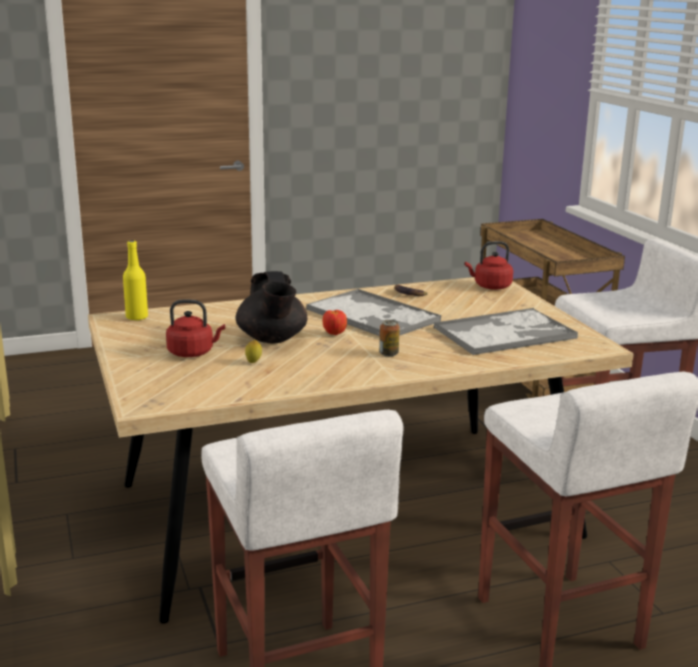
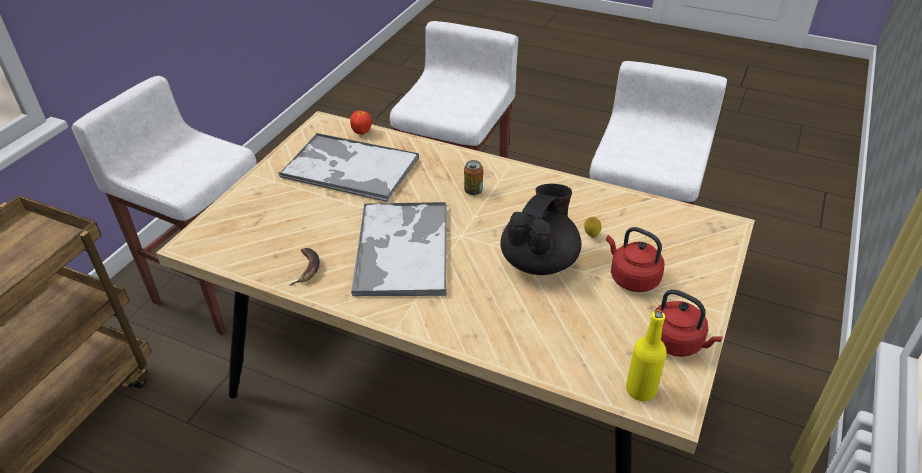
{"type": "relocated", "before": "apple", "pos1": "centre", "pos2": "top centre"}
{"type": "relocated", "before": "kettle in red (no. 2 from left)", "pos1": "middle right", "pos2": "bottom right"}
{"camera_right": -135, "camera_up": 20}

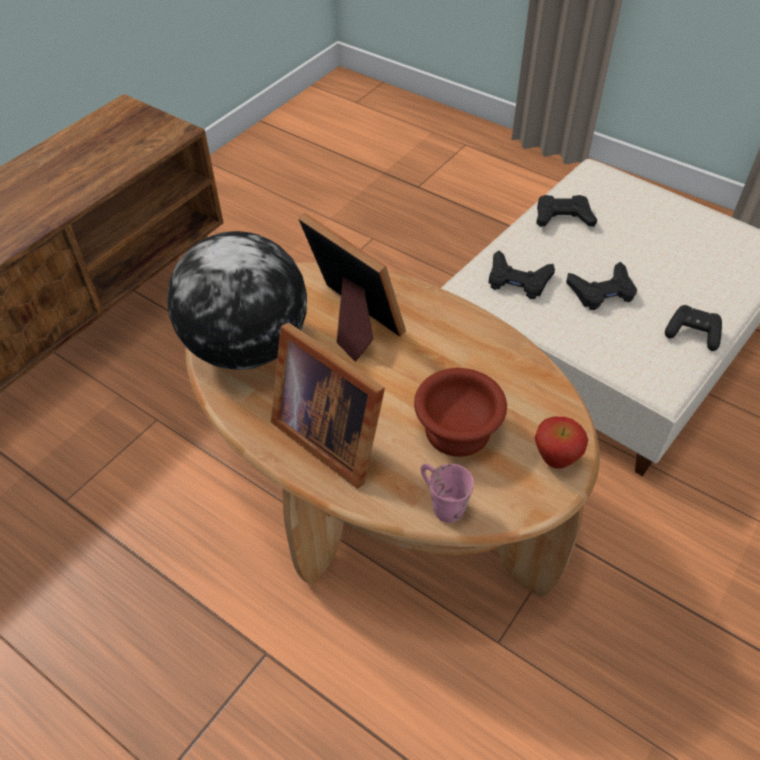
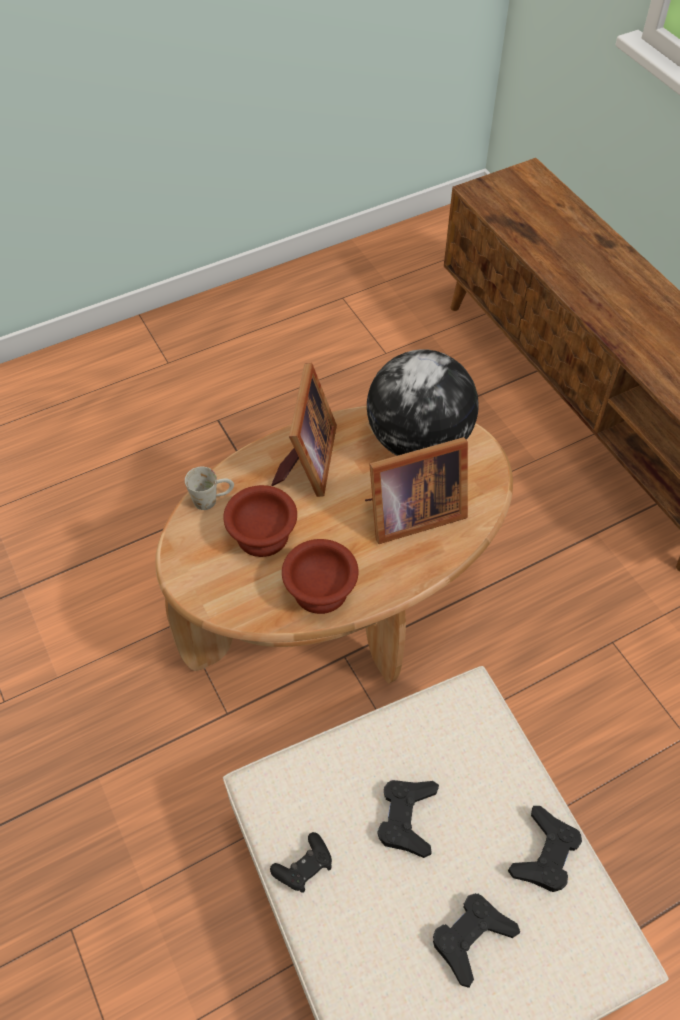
{"type": "missing", "before": "apple", "pos1": "middle right"}
{"type": "appeared", "after": "bowl in brown (no. 2 from left)", "pos2": "centre"}
{"type": "relocated", "before": "game controller in black (no. 1 from left in the first image)", "after": "game controller in black (no. 3 from left)", "pos1": "middle right", "pos2": "bottom right"}
{"type": "colour", "before": "mug in pink", "after": "mug in white", "pos1": "centre", "pos2": "middle left"}
{"type": "spun", "before": "picture frame (no. 1 from left)", "pos1": "centre", "pos2": "centre", "turn": 120}
{"camera_right": 115, "camera_up": 5}

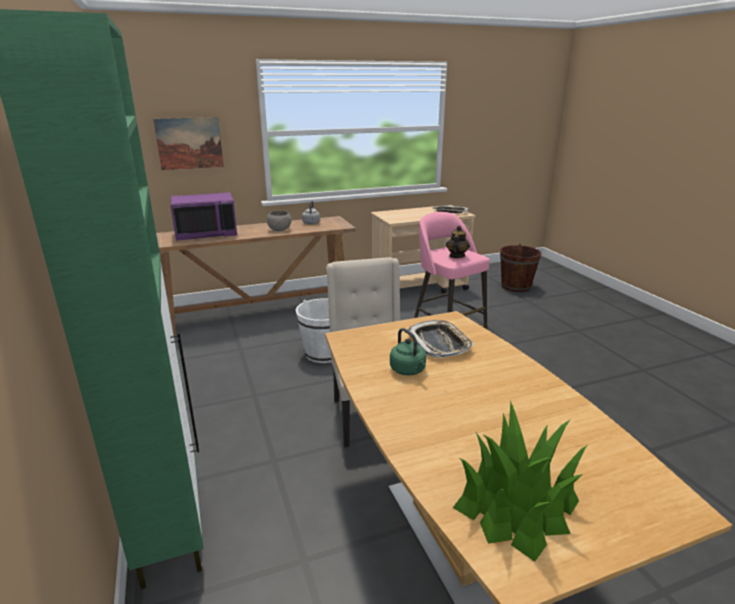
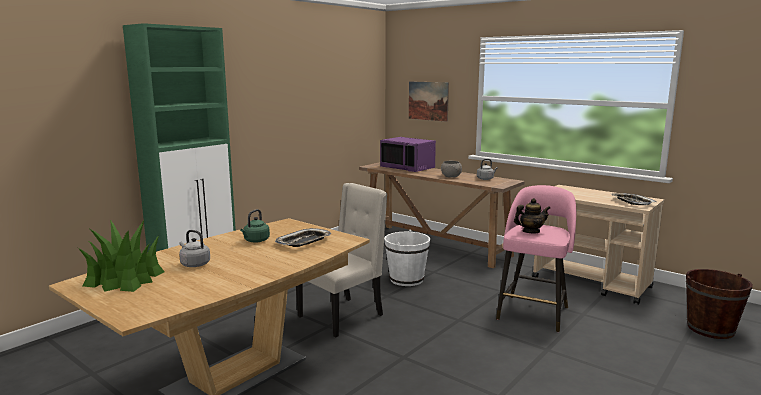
{"type": "appeared", "after": "kettle in grey (no. 1 from left)", "pos2": "middle left"}
{"camera_right": 60, "camera_up": -10}

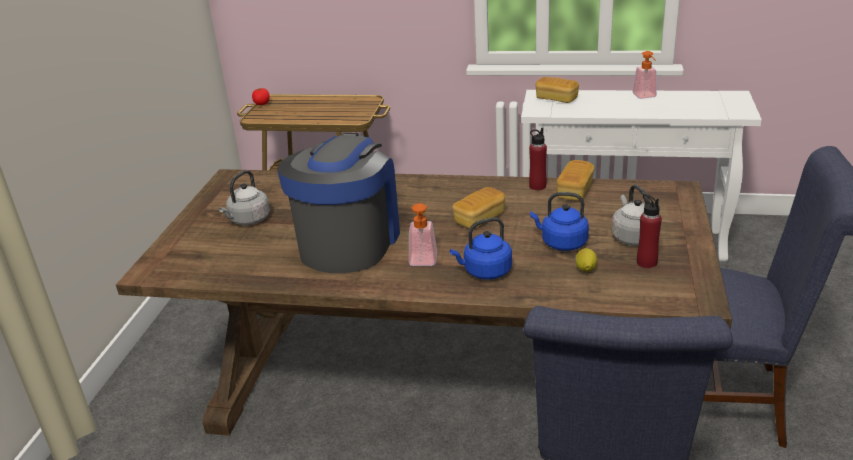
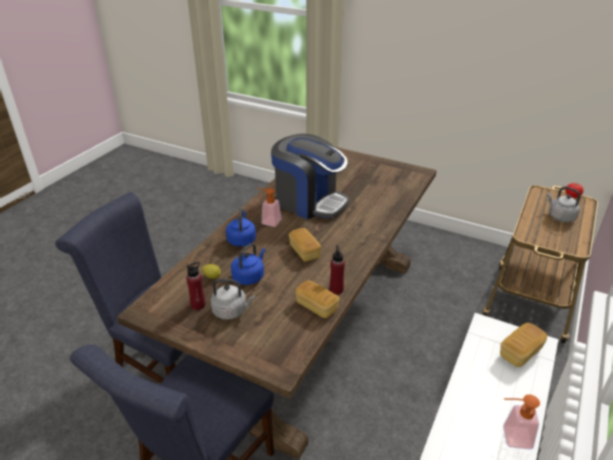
{"type": "relocated", "before": "kettle in grey (no. 1 from left in the first image)", "after": "kettle in grey (no. 2 from left)", "pos1": "middle left", "pos2": "middle right"}
{"camera_right": 105, "camera_up": 5}

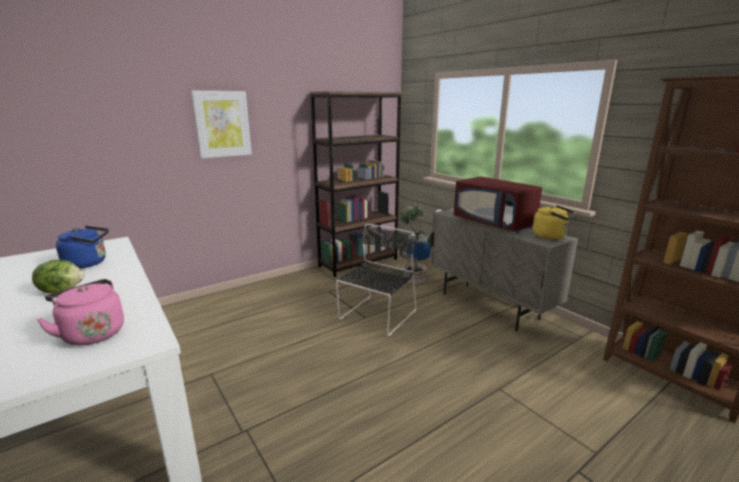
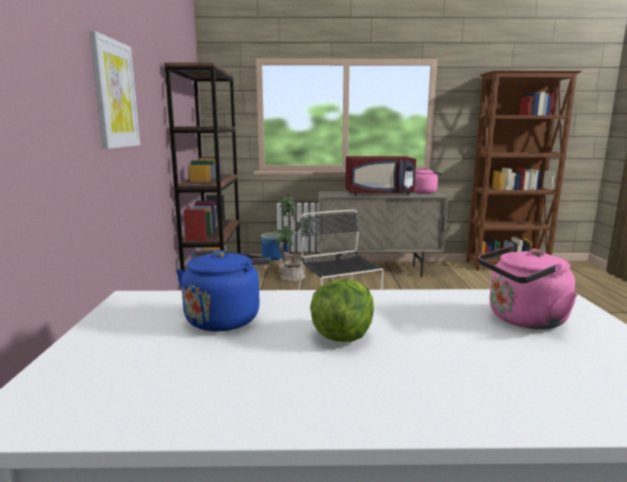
{"type": "colour", "before": "kettle in yellow", "after": "kettle in pink (no. 1 from left)", "pos1": "middle right", "pos2": "middle right"}
{"camera_right": -55, "camera_up": -5}

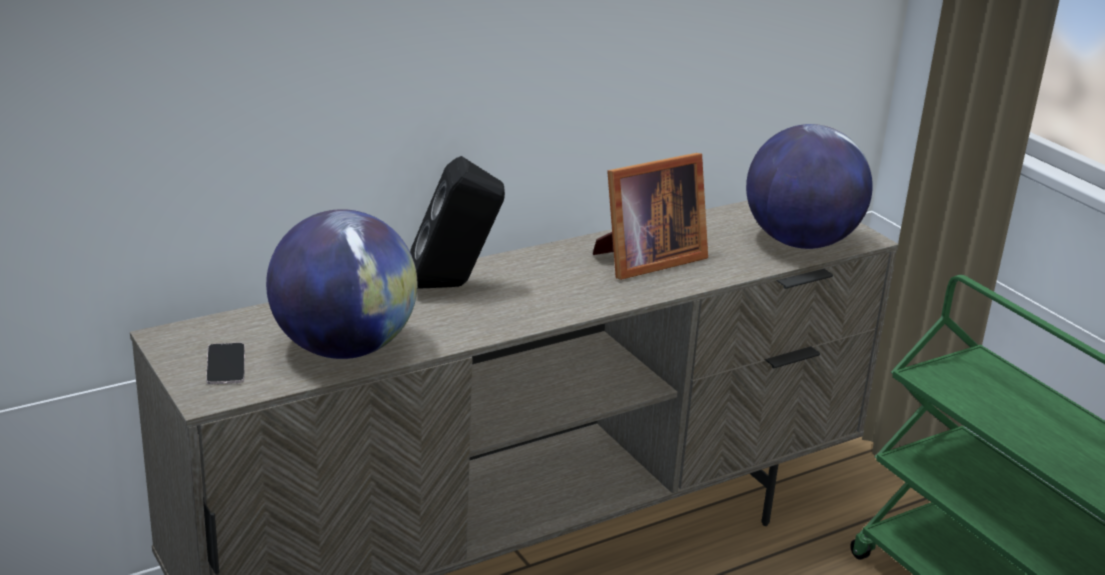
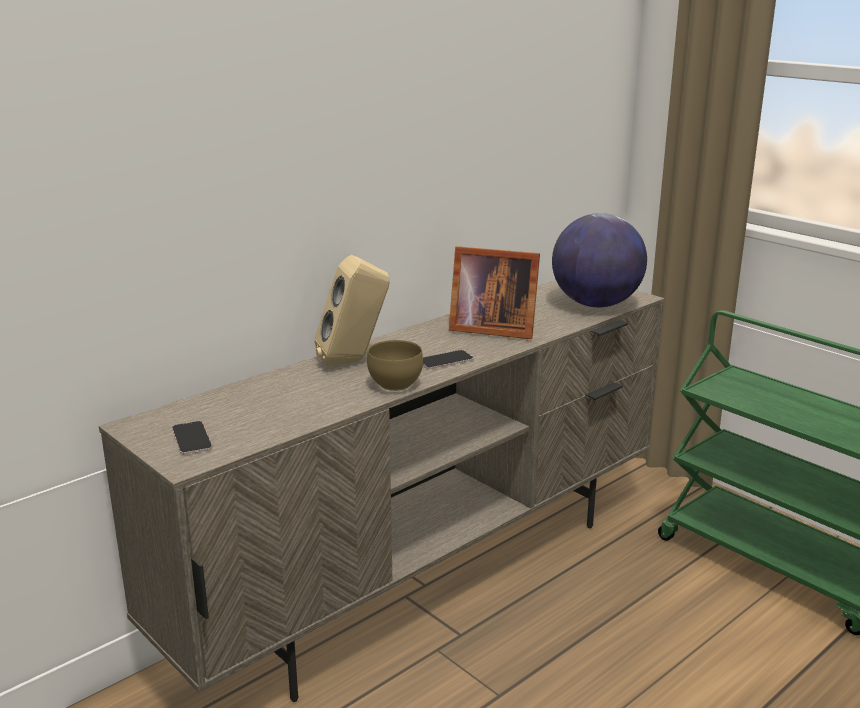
{"type": "missing", "before": "globe (no. 1 from left)", "pos1": "middle left"}
{"type": "appeared", "after": "bowl in brown", "pos2": "centre"}
{"type": "appeared", "after": "phone (no. 2 from left)", "pos2": "centre"}
{"type": "colour", "before": "speaker in black", "after": "speaker in beige", "pos1": "centre", "pos2": "centre"}
{"type": "spun", "before": "picture frame", "pos1": "centre", "pos2": "centre", "turn": 60}
{"camera_right": -10, "camera_up": -5}

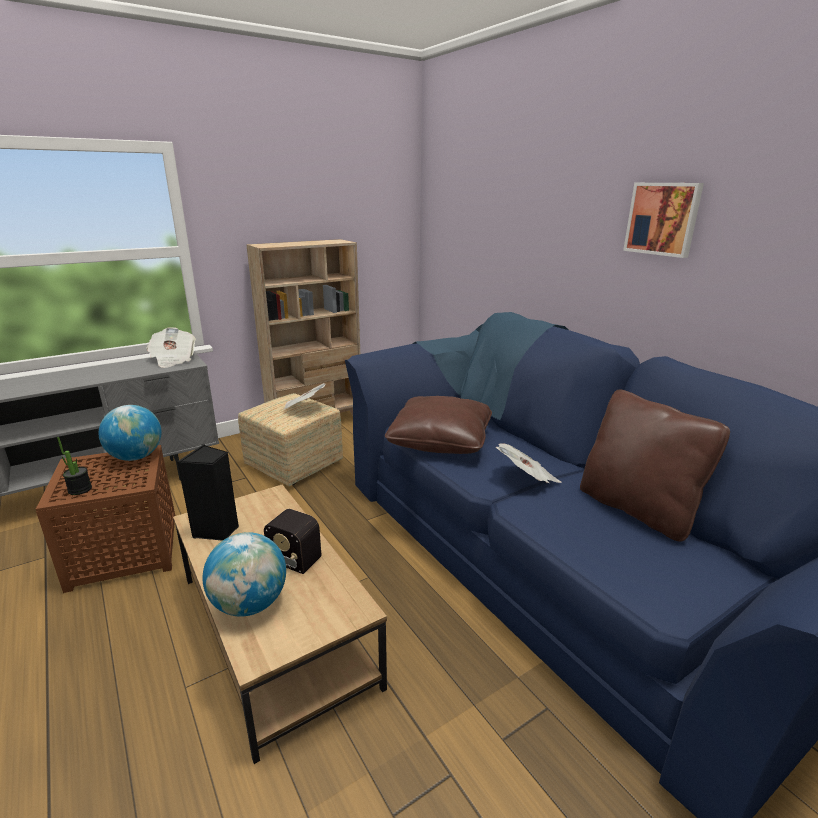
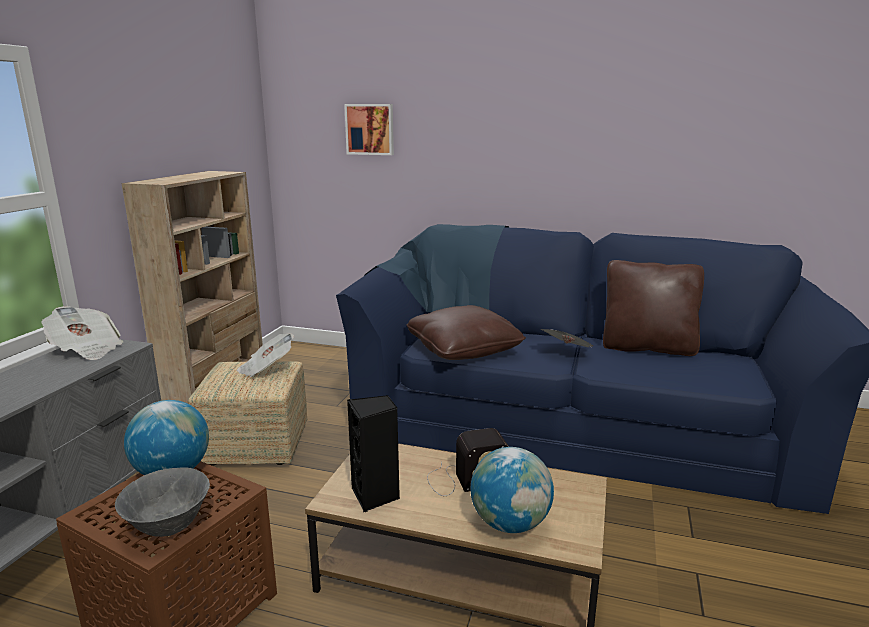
{"type": "relocated", "before": "picture", "pos1": "top right", "pos2": "top centre"}
{"type": "exchanged", "before": "potted plant", "after": "bowl in grey", "pos1": "middle left", "pos2": "bottom left"}
{"camera_right": -40, "camera_up": -5}

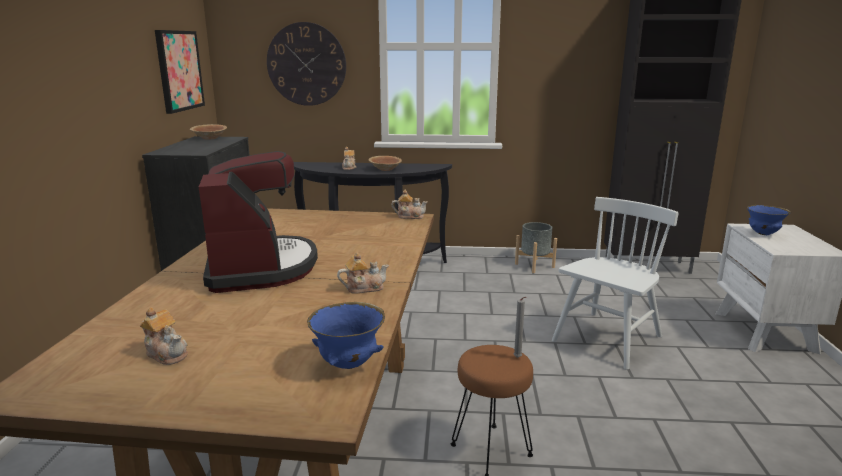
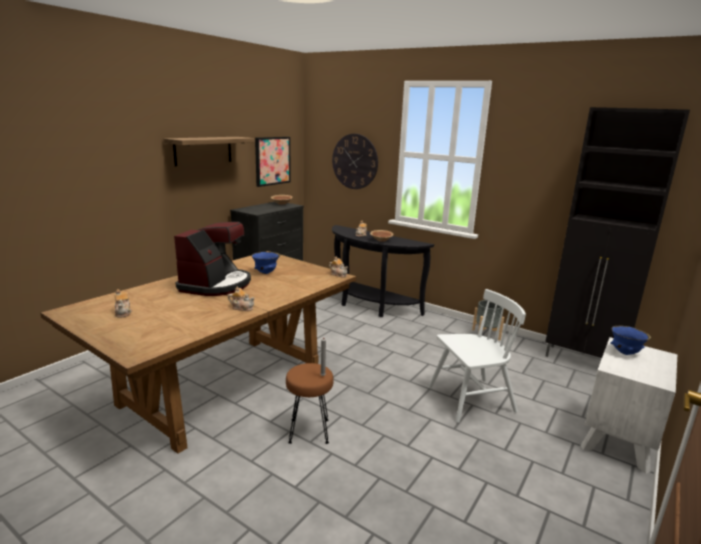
{"type": "appeared", "after": "shelf", "pos2": "top left"}
{"type": "relocated", "before": "bowl in blue (no. 1 from left)", "pos1": "bottom centre", "pos2": "centre"}
{"camera_right": 30, "camera_up": 0}

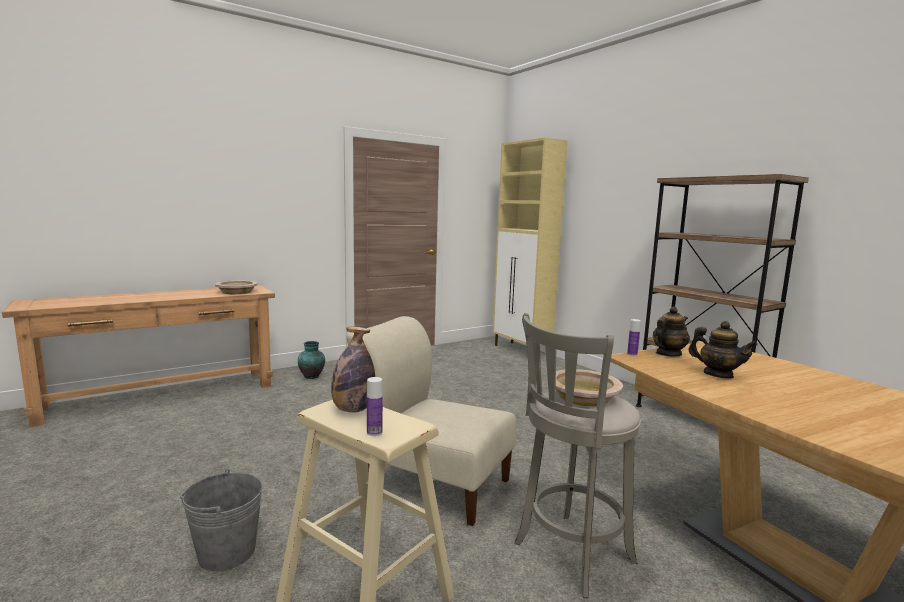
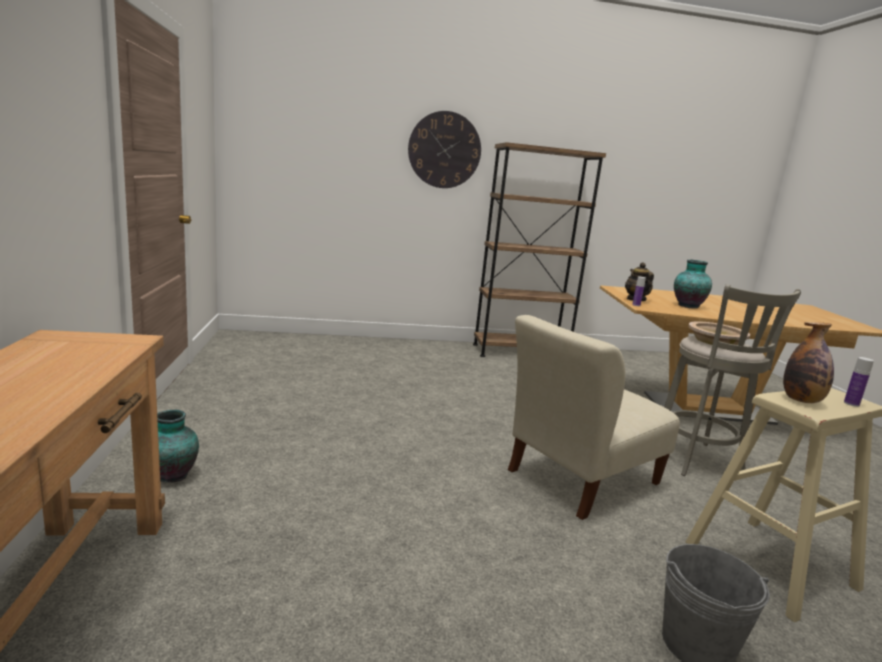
{"type": "missing", "before": "bowl in beige (no. 1 from left)", "pos1": "middle left"}
{"type": "missing", "before": "cabinet in beige", "pos1": "centre"}
{"type": "appeared", "after": "wall clock", "pos2": "top centre"}
{"type": "exchanged", "before": "teapot (no. 2 from left)", "after": "vase (no. 2 from left)", "pos1": "middle right", "pos2": "middle right"}
{"camera_right": -65, "camera_up": 5}

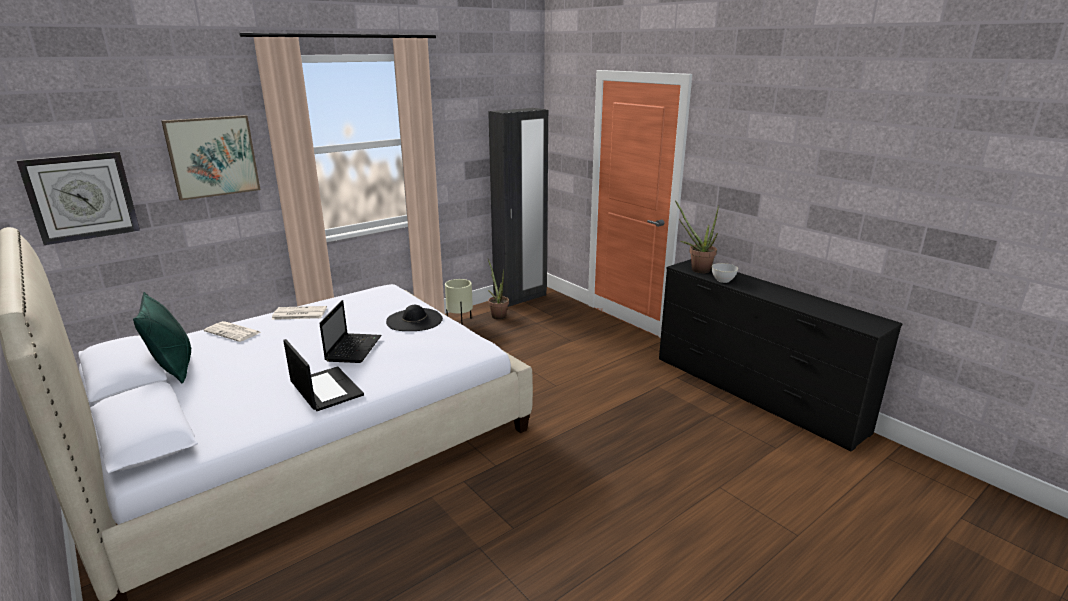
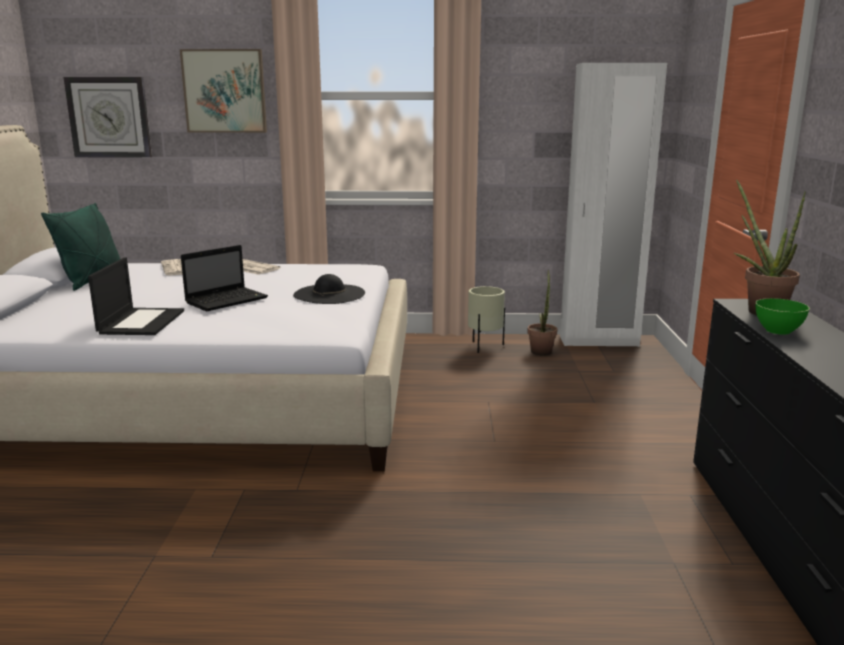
{"type": "colour", "before": "wardrobe in black", "after": "wardrobe in white", "pos1": "centre", "pos2": "top right"}
{"type": "colour", "before": "bowl in grey", "after": "bowl in green", "pos1": "middle right", "pos2": "middle right"}
{"camera_right": 40, "camera_up": -5}

